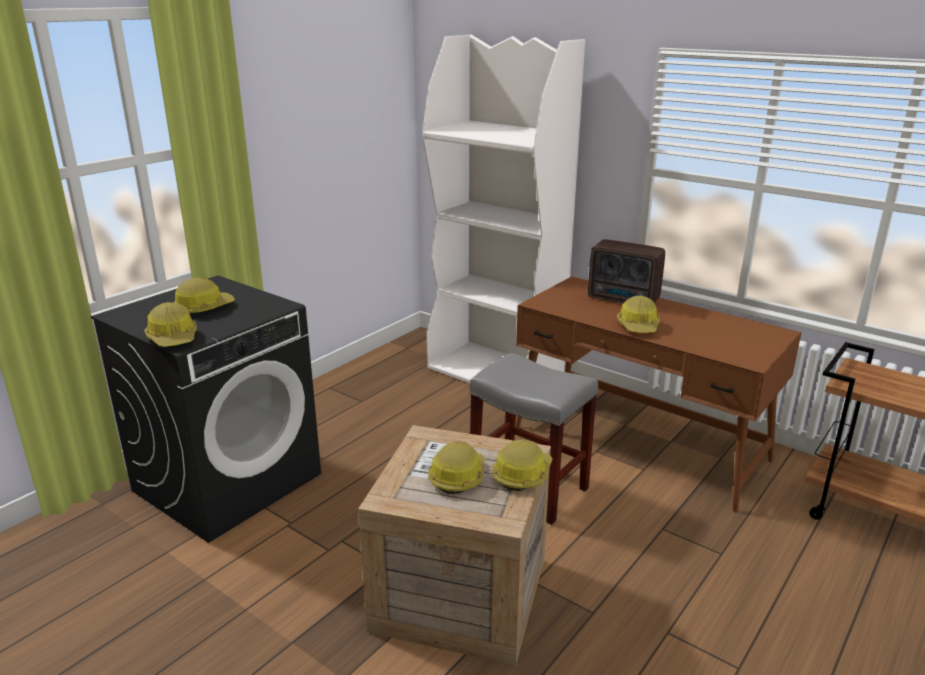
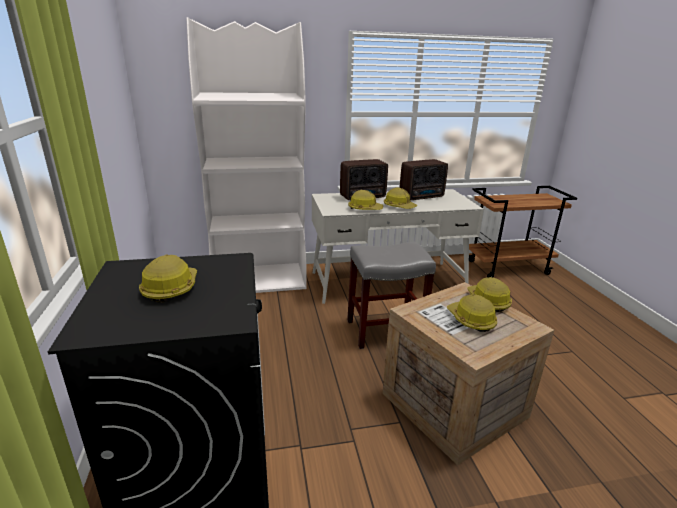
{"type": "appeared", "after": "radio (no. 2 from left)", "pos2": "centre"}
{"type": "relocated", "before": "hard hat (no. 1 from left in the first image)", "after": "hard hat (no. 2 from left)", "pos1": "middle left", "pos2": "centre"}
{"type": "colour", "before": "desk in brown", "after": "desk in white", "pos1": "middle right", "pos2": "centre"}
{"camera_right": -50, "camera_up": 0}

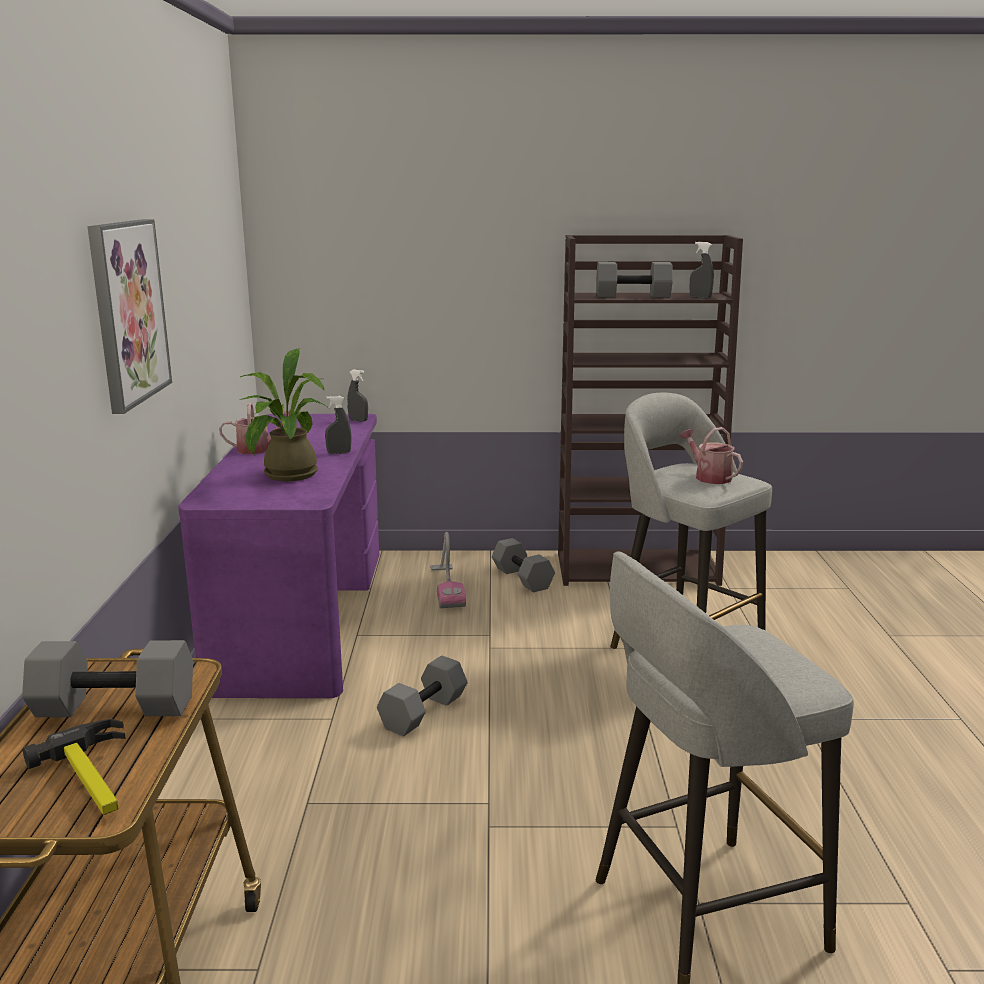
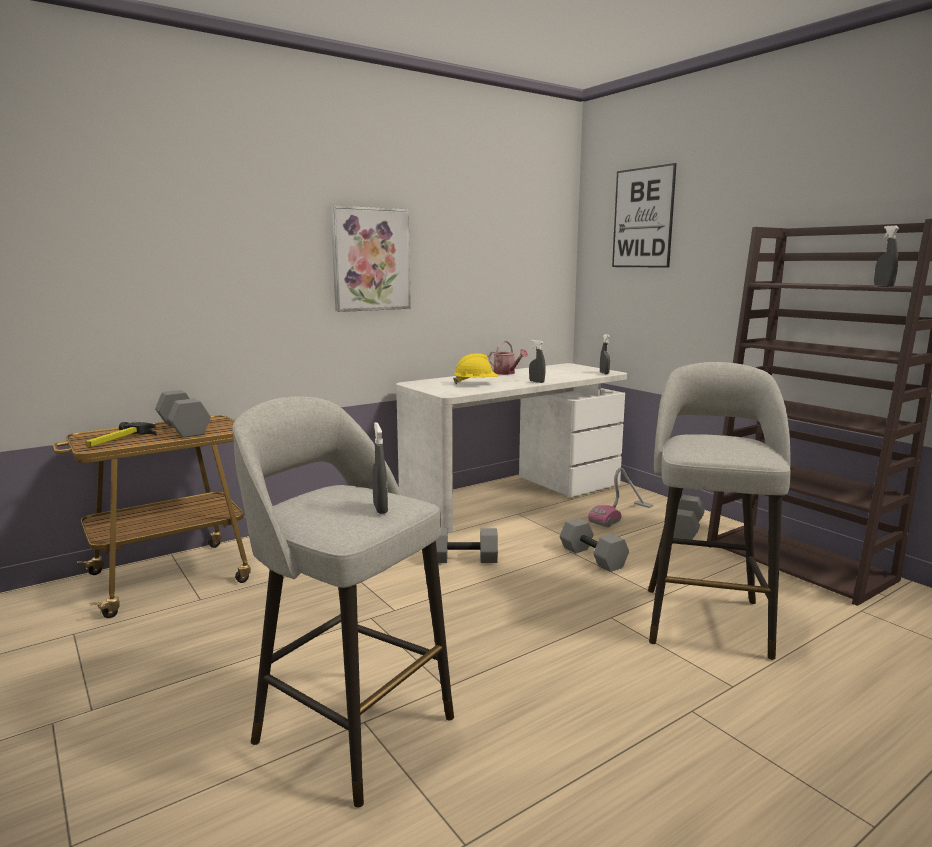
{"type": "missing", "before": "watering can (no. 2 from left)", "pos1": "middle right"}
{"type": "appeared", "after": "spray bottle in grey (no. 1 from left)", "pos2": "centre"}
{"type": "appeared", "after": "picture (no. 2 from left)", "pos2": "top right"}
{"type": "relocated", "before": "dumbbell in grey (no. 4 from left in the first image)", "after": "dumbbell in grey (no. 3 from left)", "pos1": "top centre", "pos2": "centre"}
{"type": "exchanged", "before": "potted plant", "after": "hard hat in yellow", "pos1": "middle left", "pos2": "centre"}
{"type": "colour", "before": "desk in purple", "after": "desk in white", "pos1": "middle left", "pos2": "centre"}
{"camera_right": 55, "camera_up": -5}

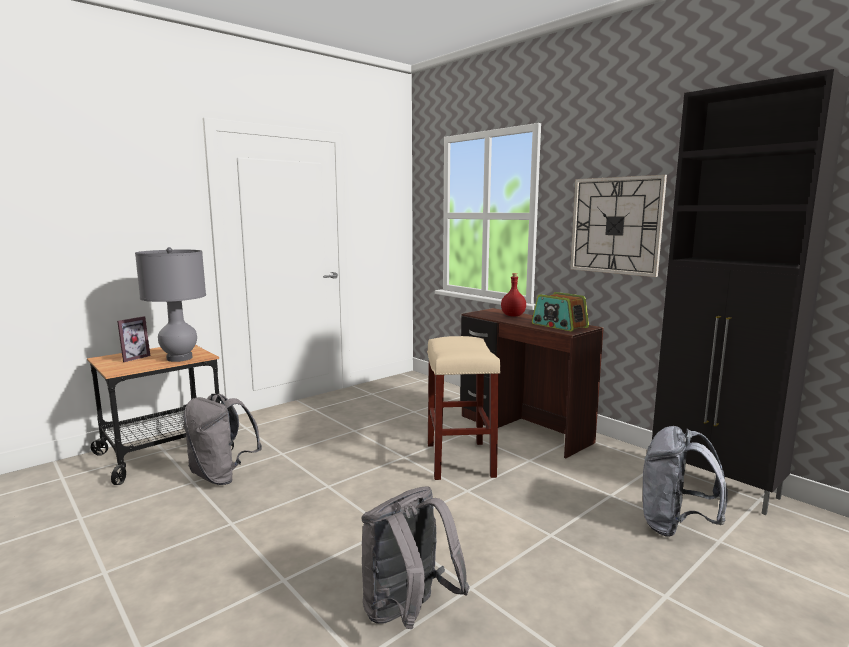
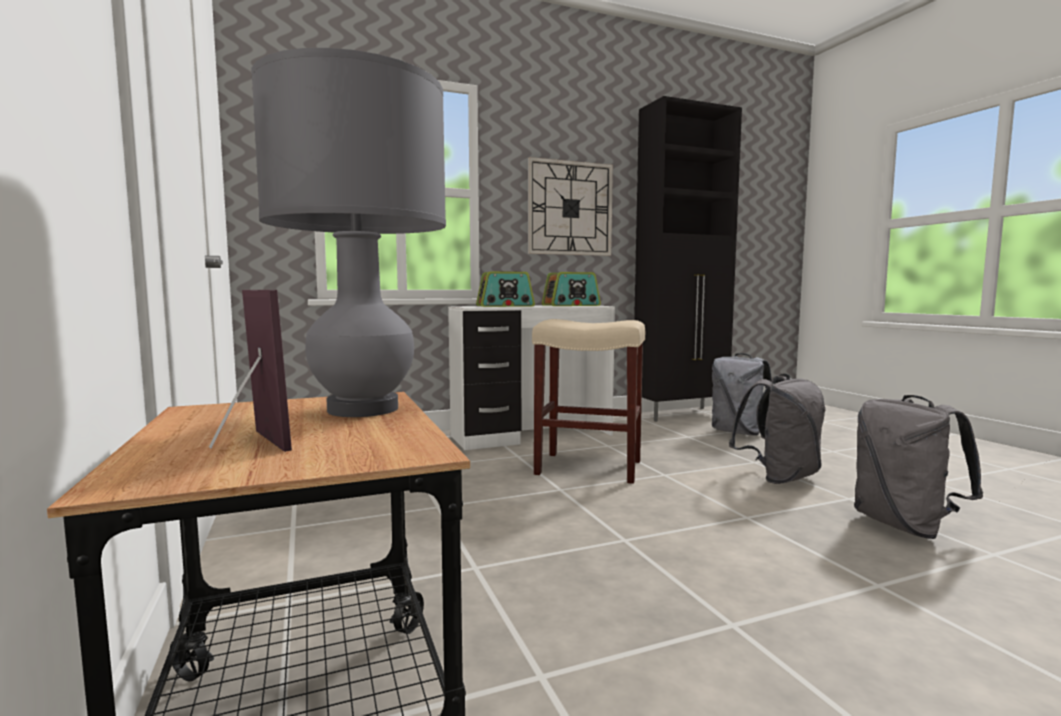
{"type": "relocated", "before": "backpack in grey (no. 1 from left in the first image)", "after": "backpack in grey (no. 2 from left)", "pos1": "bottom left", "pos2": "middle right"}
{"type": "exchanged", "before": "bottle in red", "after": "radio (no. 1 from left)", "pos1": "centre", "pos2": "centre"}
{"type": "colour", "before": "desk in brown", "after": "desk in white", "pos1": "centre", "pos2": "centre"}
{"camera_right": -70, "camera_up": -5}

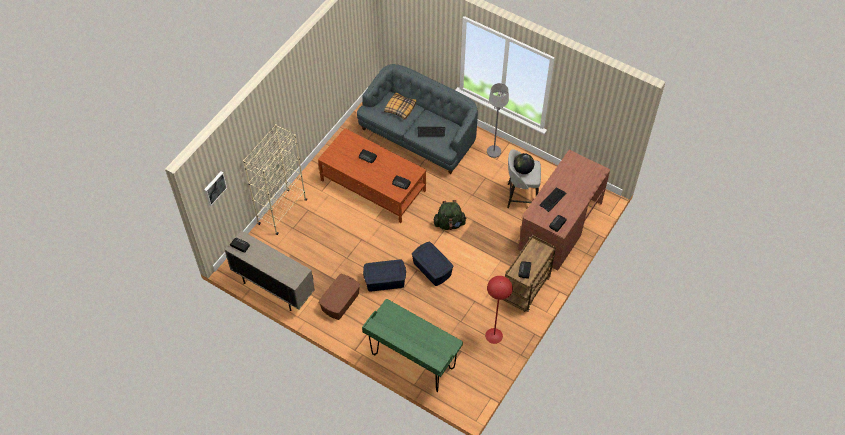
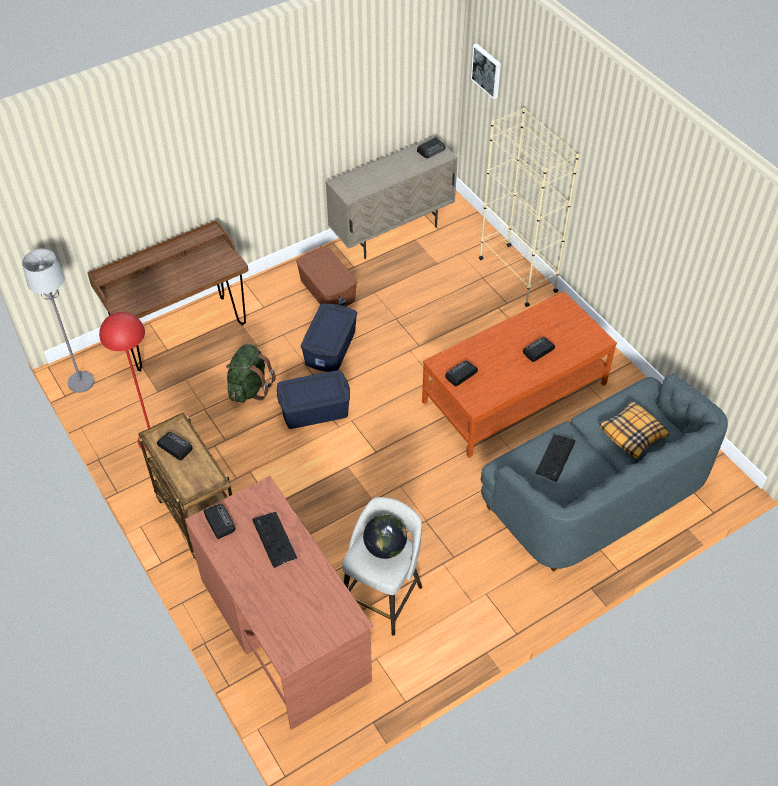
{"type": "relocated", "before": "backpack in green", "pos1": "centre", "pos2": "middle left"}
{"type": "relocated", "before": "floor lamp in grey", "pos1": "top centre", "pos2": "middle left"}
{"type": "colour", "before": "desk in green", "after": "desk in brown (no. 1 from left)", "pos1": "bottom centre", "pos2": "middle left"}
{"camera_right": 115, "camera_up": -5}

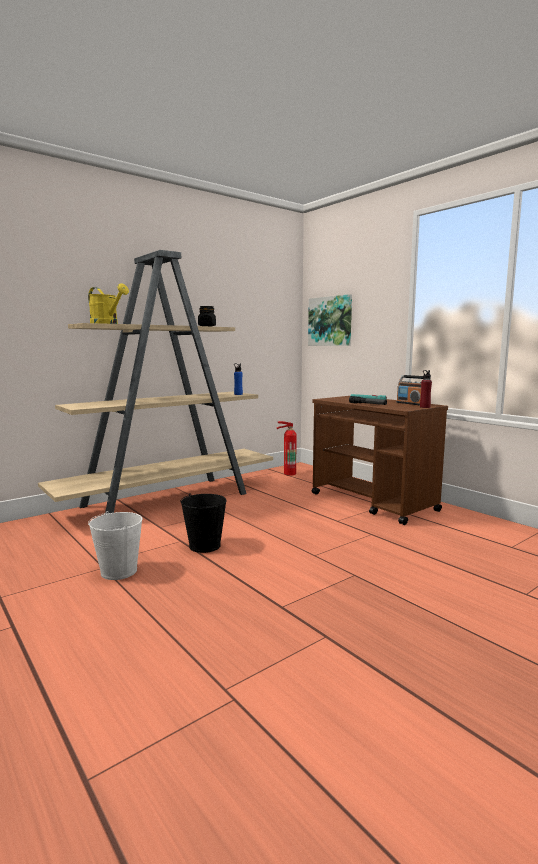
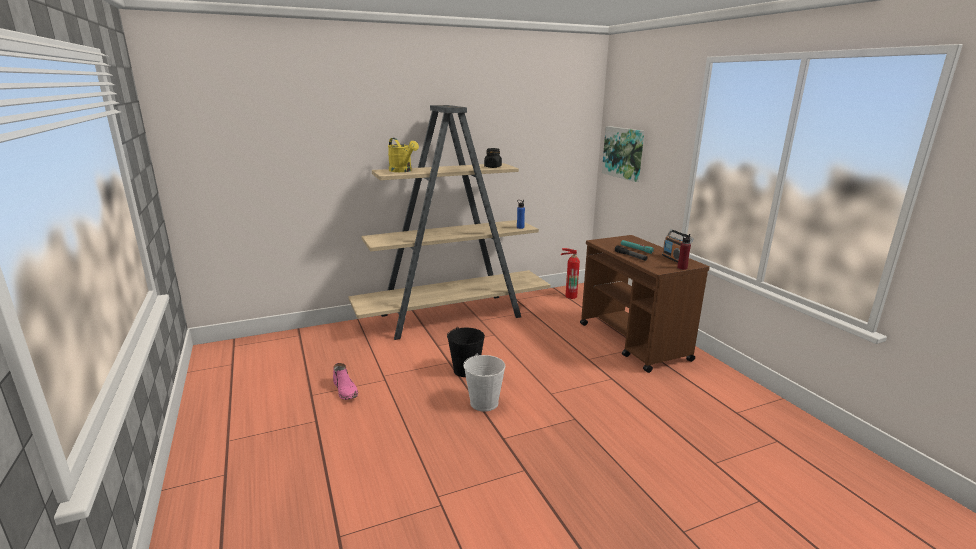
{"type": "appeared", "after": "boot in pink", "pos2": "bottom centre"}
{"type": "relocated", "before": "bucket in white", "pos1": "middle left", "pos2": "bottom centre"}
{"camera_right": 15, "camera_up": 10}

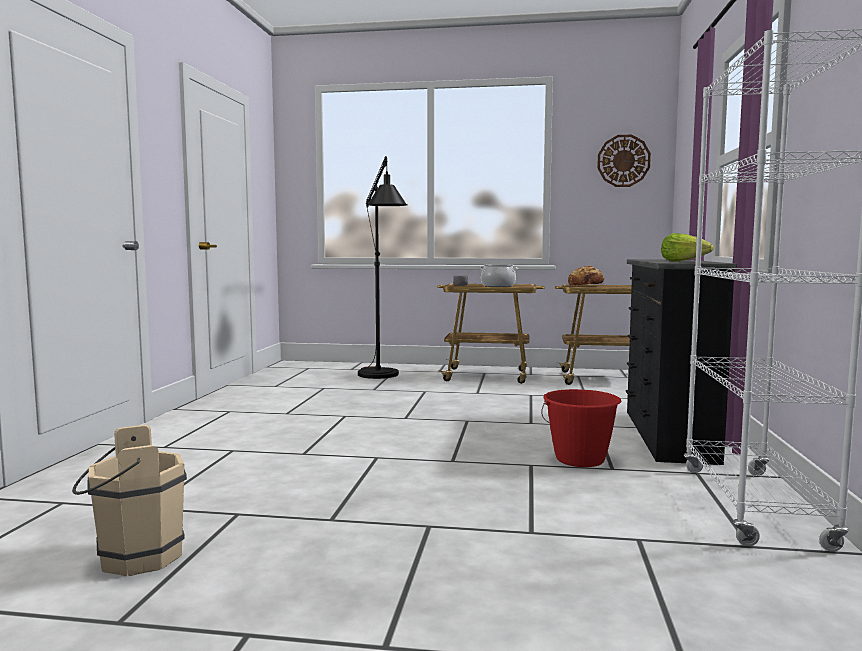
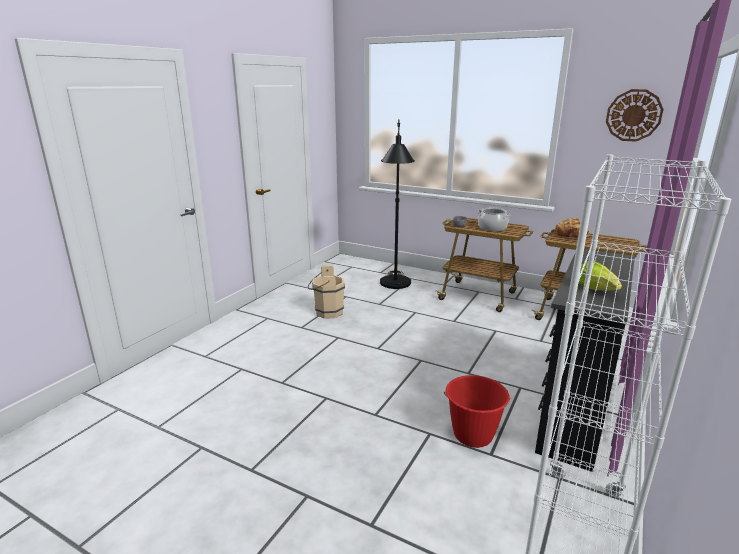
{"type": "relocated", "before": "bucket in beige", "pos1": "bottom left", "pos2": "centre"}
{"camera_right": 20, "camera_up": 15}

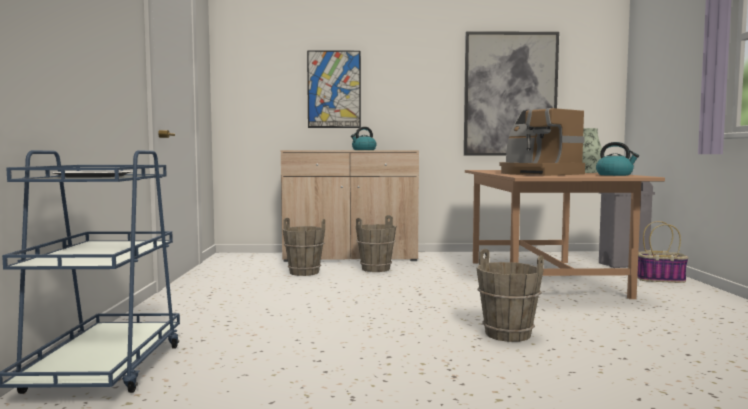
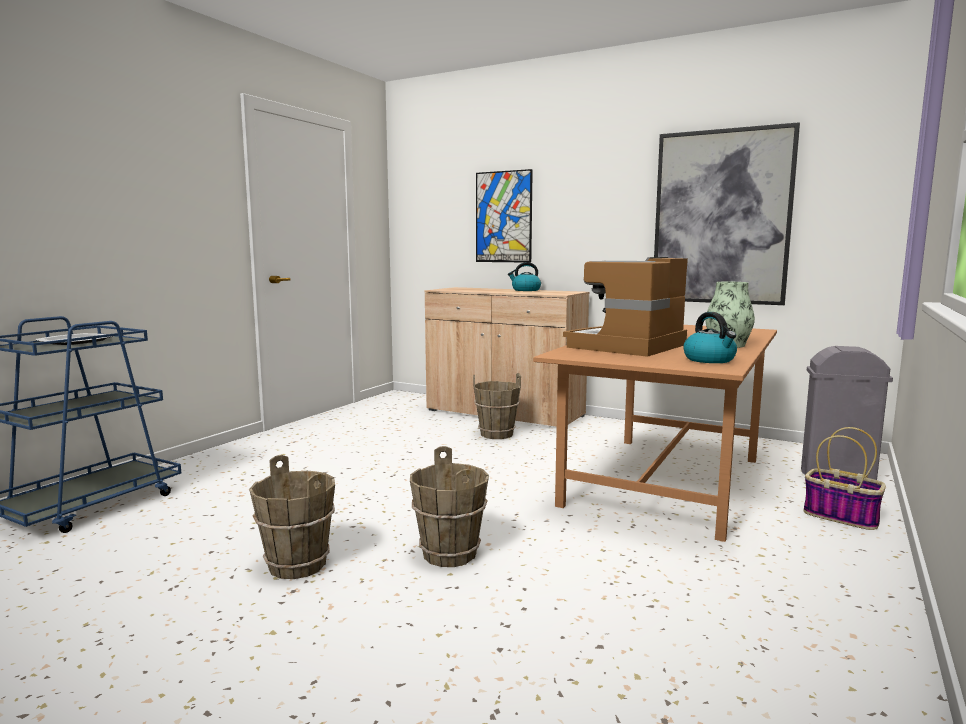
{"type": "relocated", "before": "bucket in brown (no. 1 from left)", "pos1": "centre", "pos2": "bottom left"}
{"type": "spun", "before": "coffee machine", "pos1": "middle right", "pos2": "centre", "turn": 45}
{"camera_right": 30, "camera_up": 5}

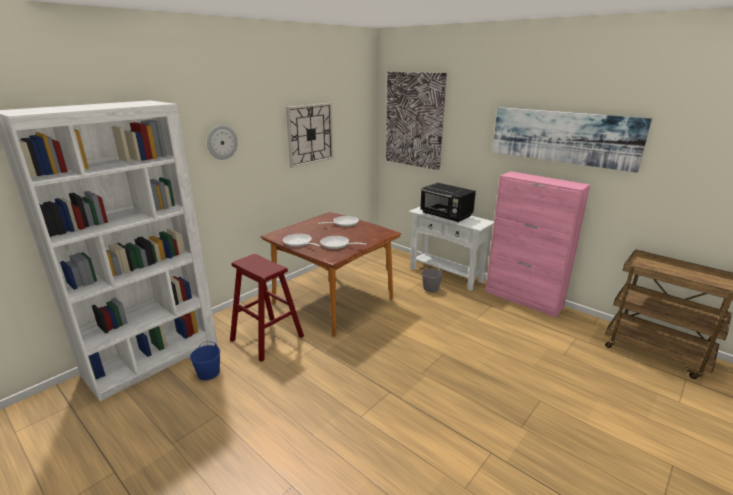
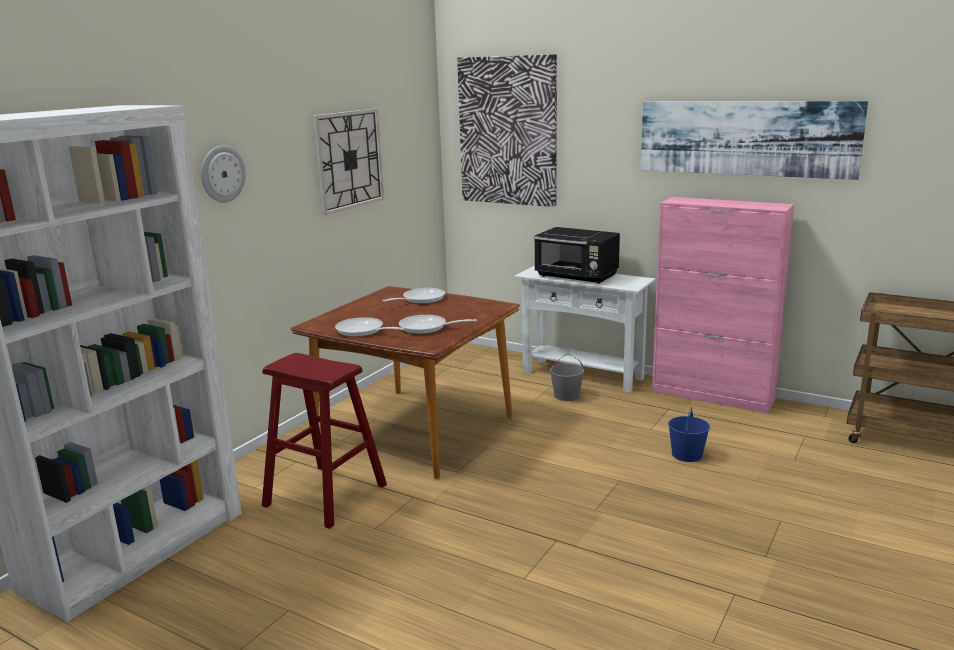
{"type": "relocated", "before": "bucket in blue", "pos1": "bottom left", "pos2": "bottom right"}
{"camera_right": -10, "camera_up": -5}

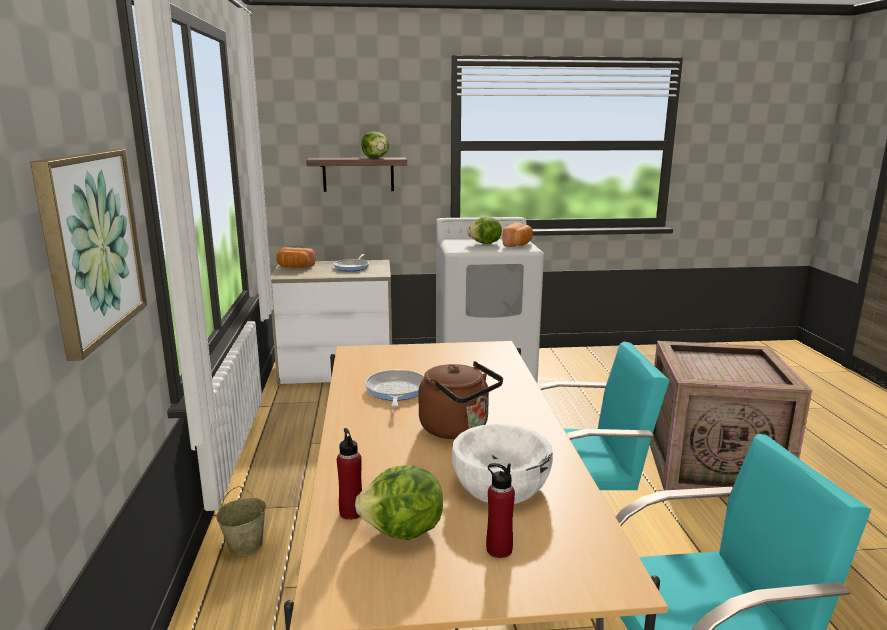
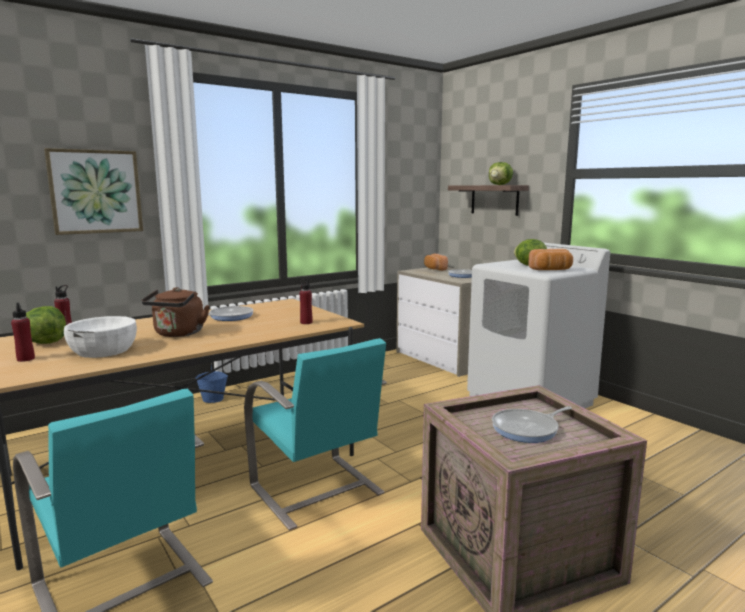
{"type": "appeared", "after": "bottle in red (no. 3 from left)", "pos2": "centre"}
{"type": "appeared", "after": "frying pan (no. 3 from left)", "pos2": "bottom right"}
{"type": "colour", "before": "bucket in beige", "after": "bucket in blue", "pos1": "bottom left", "pos2": "middle left"}
{"camera_right": 60, "camera_up": -5}

